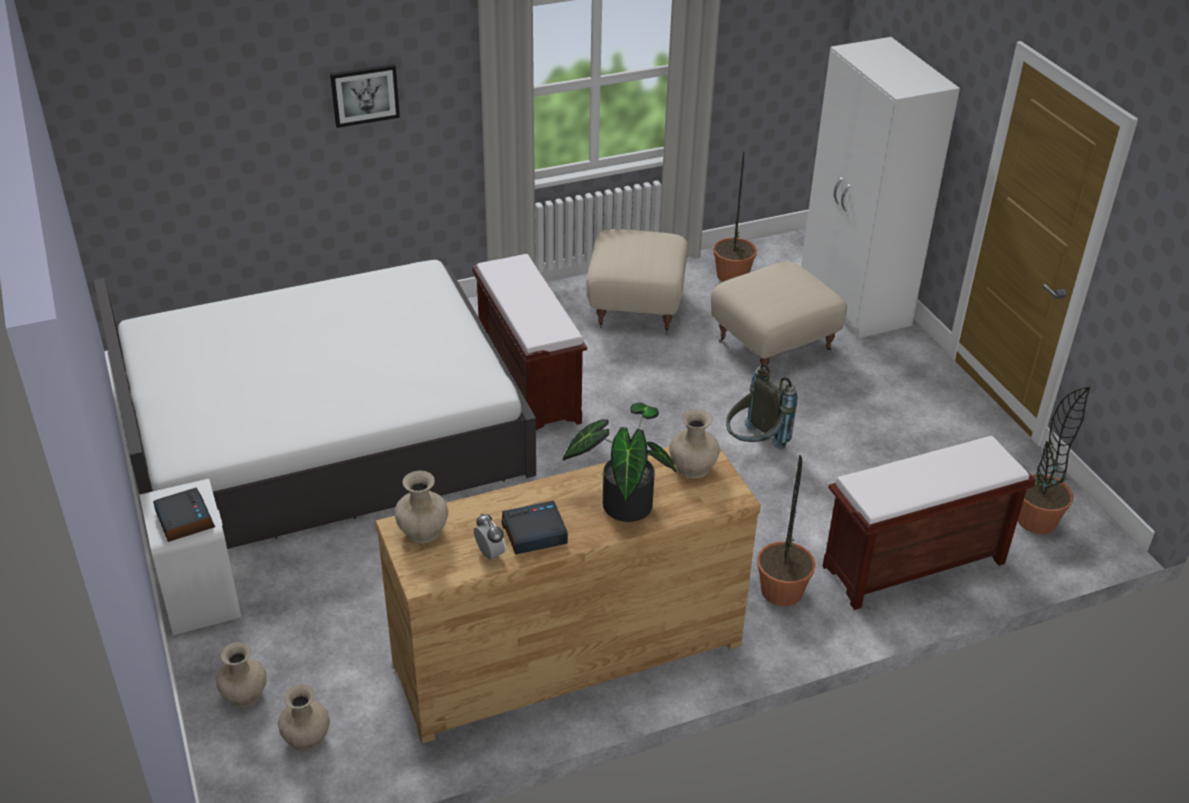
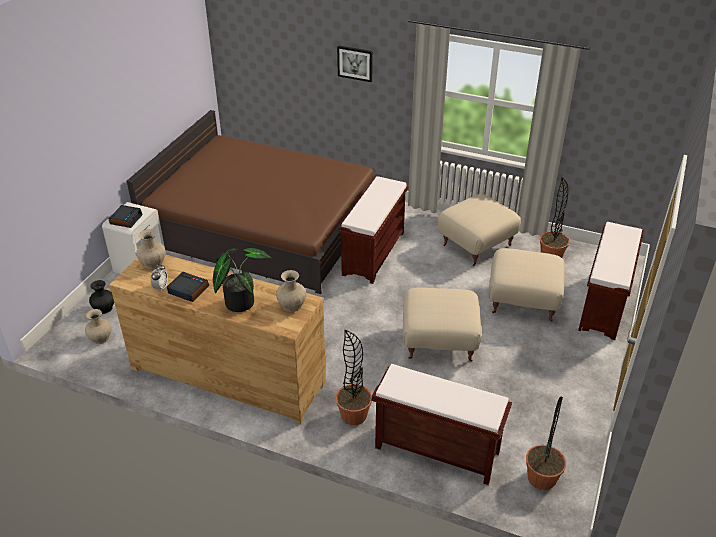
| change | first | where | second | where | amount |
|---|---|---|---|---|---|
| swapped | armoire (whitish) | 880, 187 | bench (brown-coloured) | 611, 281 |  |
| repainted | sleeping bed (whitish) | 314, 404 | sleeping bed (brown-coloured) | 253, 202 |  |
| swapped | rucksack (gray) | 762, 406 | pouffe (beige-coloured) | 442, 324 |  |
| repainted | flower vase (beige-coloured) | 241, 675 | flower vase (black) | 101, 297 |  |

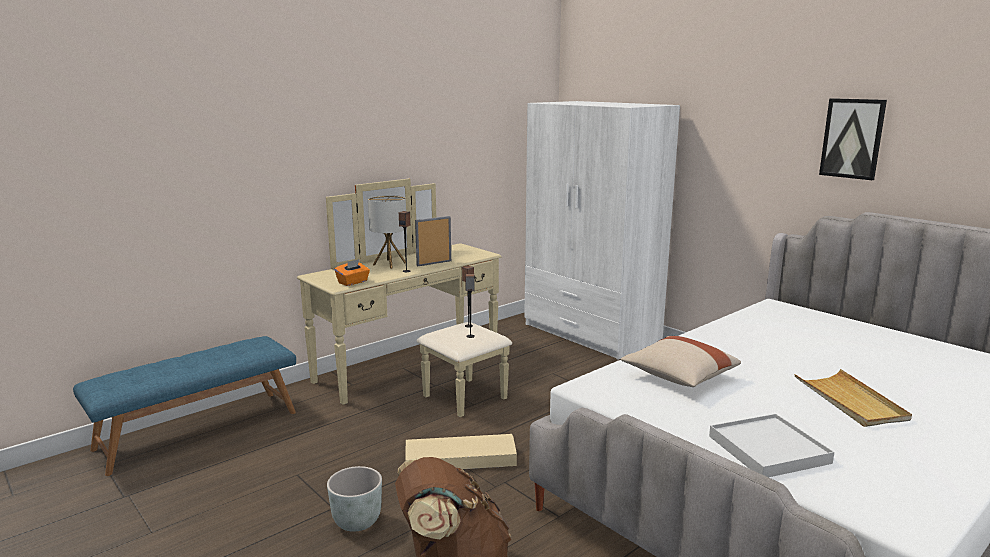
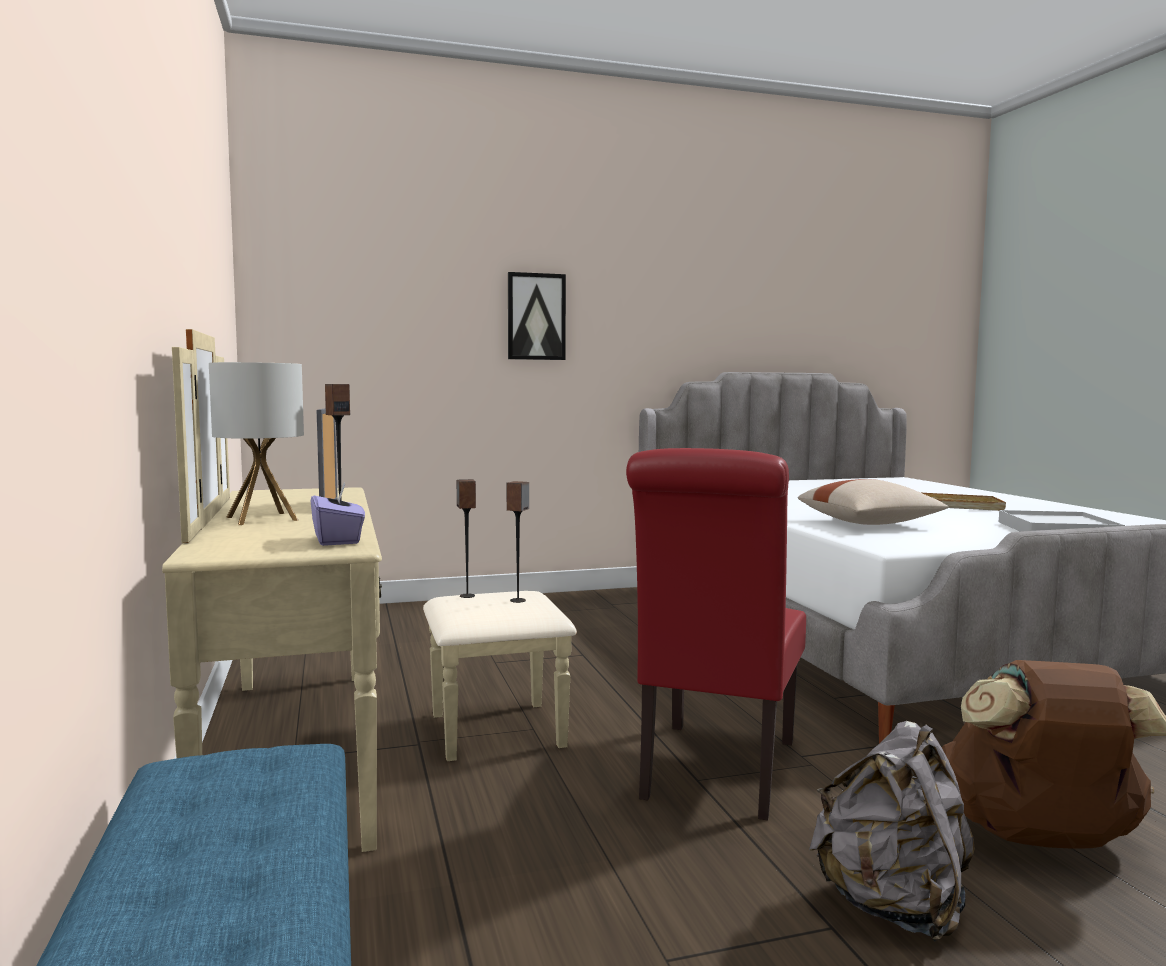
| change | first | where | second | where | amount |
|---|---|---|---|---|---|
| shifted | picture | 853, 139 |  | 537, 316 |  |
| gone | armoire (whitish) | 602, 230 |  |  |  |
| repainted | tissue box (orangey) | 352, 272 | tissue box (purplish) | 338, 513 |  |
| swapped | storage box (beige-coloured) | 461, 451 | upright chair (red) | 716, 634 |  |
| swapped | plant pot (gray) | 354, 499 | rucksack (gray) | 892, 831 |  |

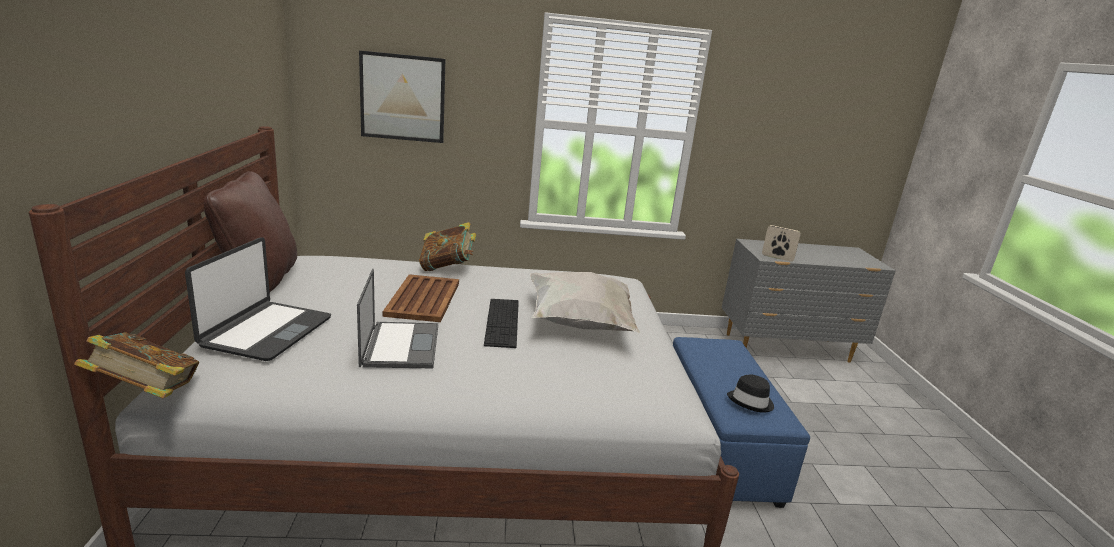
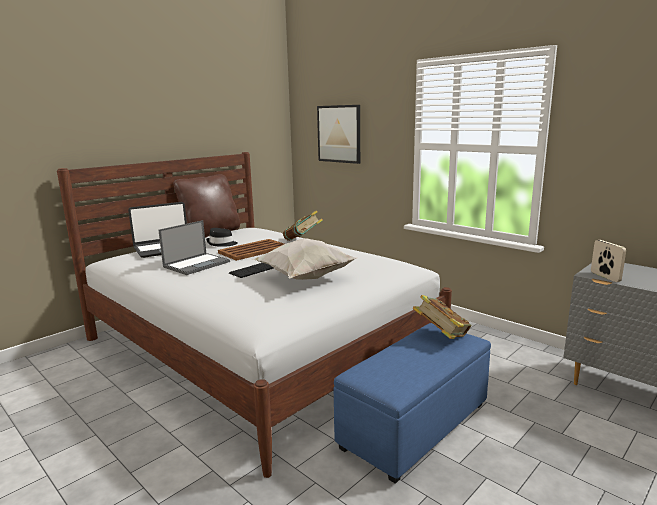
| change | first | where | second | where | amount |
|---|---|---|---|---|---|
| shifted | book | 136, 365 |  | 442, 317 |  |
| shifted | wearable hat (black) | 750, 394 |  | 222, 237 |  |

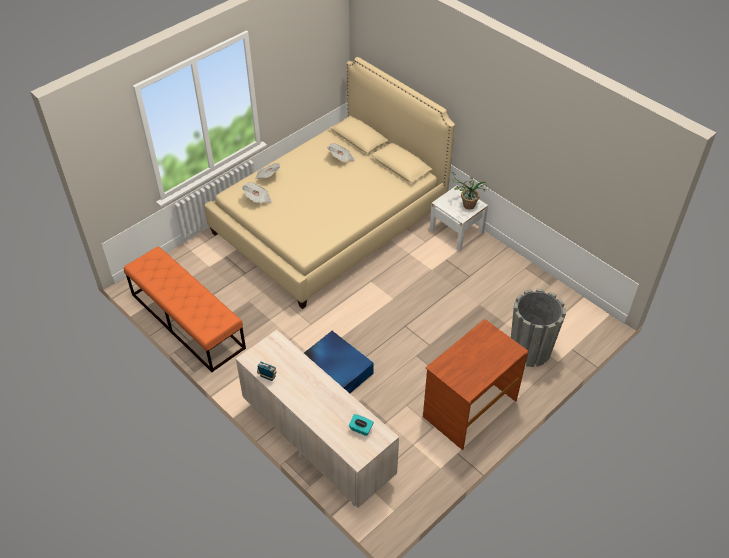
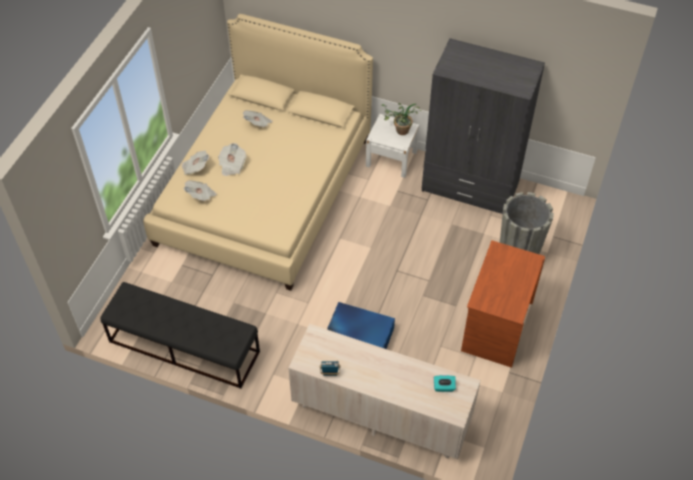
| change | first | where | second | where | amount |
|---|---|---|---|---|---|
| repainted | bench (orangey) | 185, 309 | bench (black) | 180, 335 |  |
| new |  |  | armoire (gray) | 483, 126 |  |
| new |  |  | printed paper | 232, 159 |  |

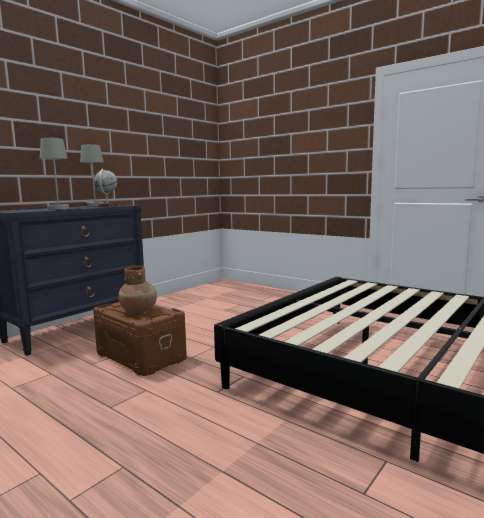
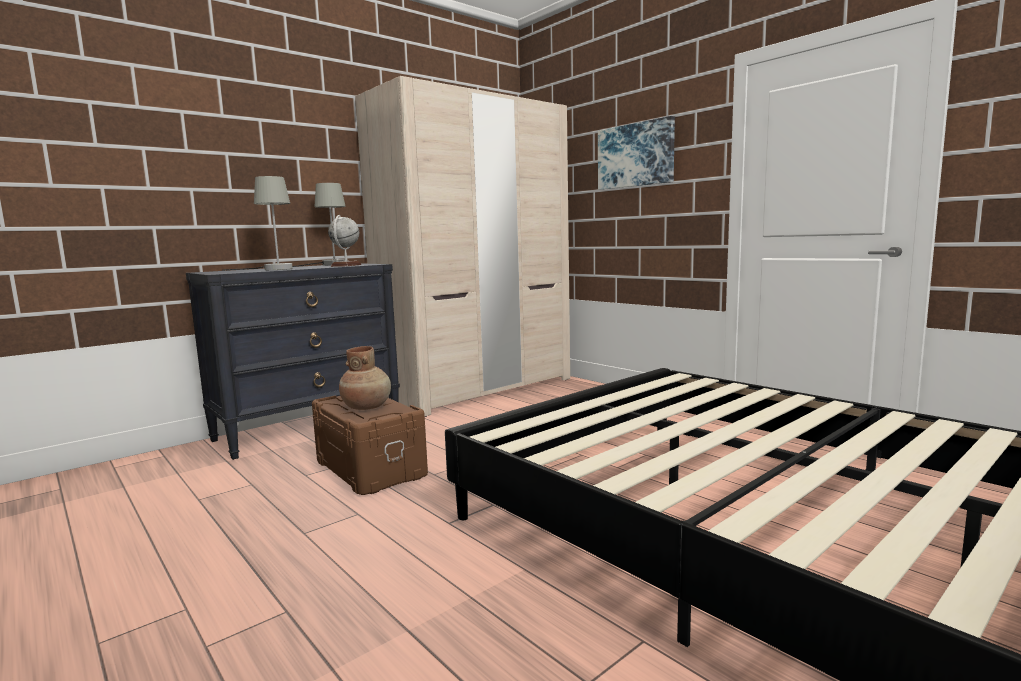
| change | first | where | second | where | amount |
|---|---|---|---|---|---|
| new |  |  | armoire (beige-coloured) | 462, 246 |  |
| new |  |  | picture | 636, 153 |  |

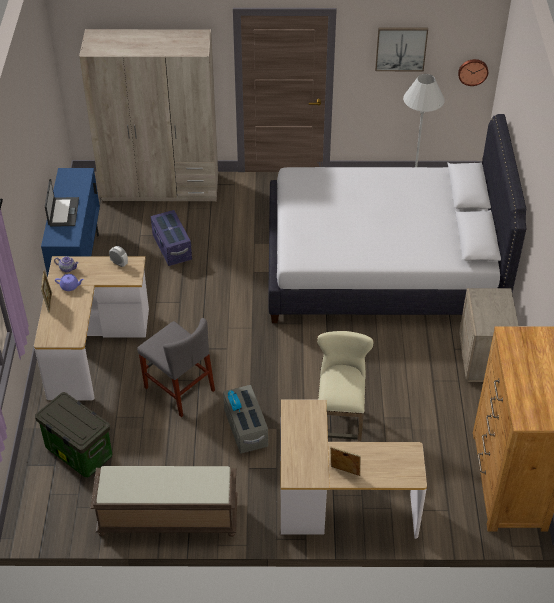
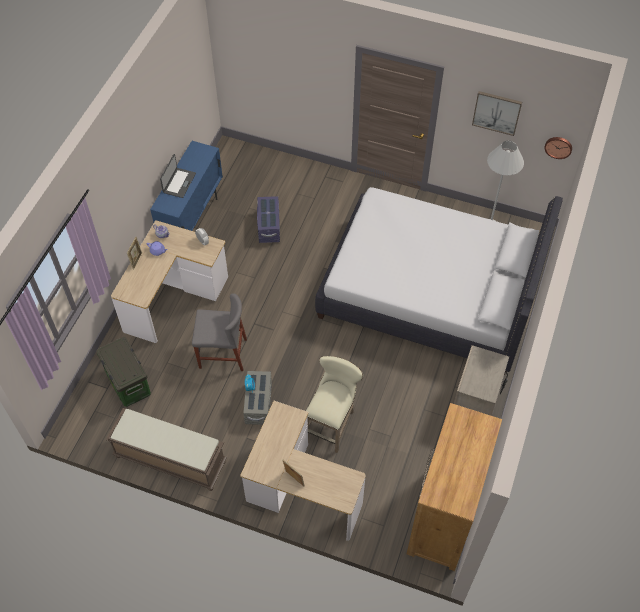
| change | first | where | second | where | amount |
|---|---|---|---|---|---|
| gone | armoire (beige-coloured) | 148, 115 |  |  |  |
| rotated | upright chair (gray) | 176, 367 |  | 219, 332 | 60 degrees counterclockwise |

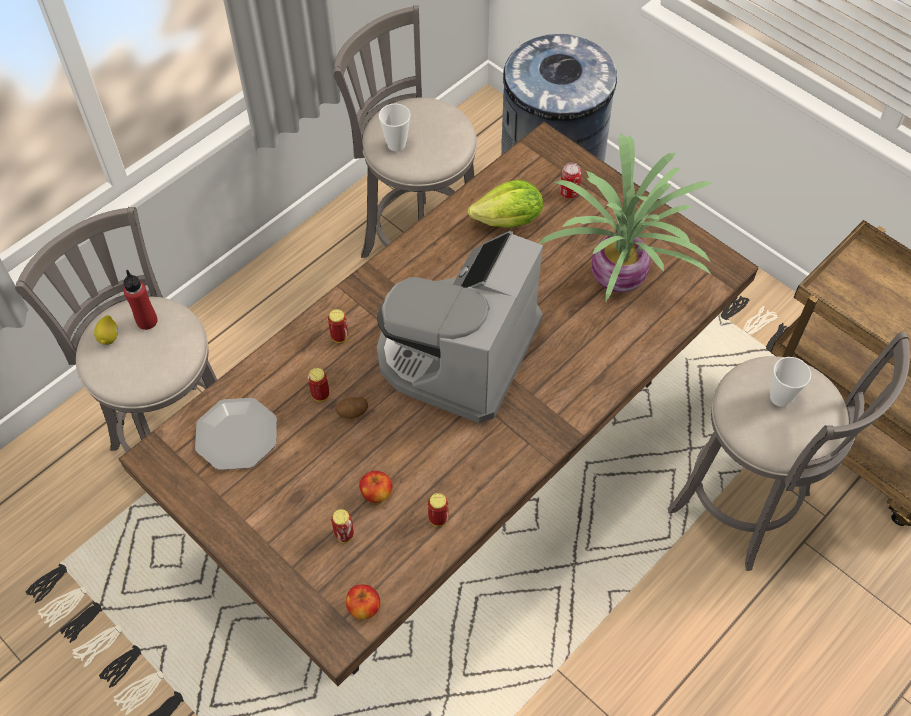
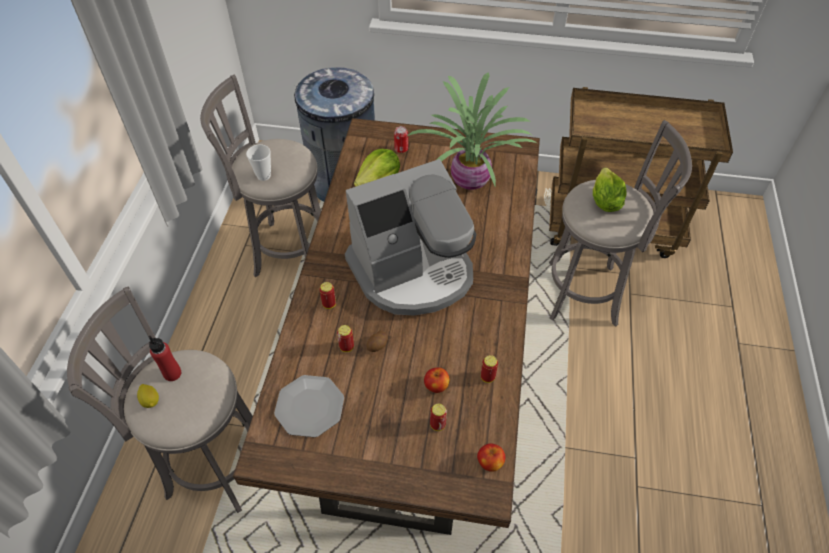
| change | first | where | second | where | amount |
|---|---|---|---|---|---|
| rotated | coffee maker | 460, 327 |  | 410, 237 | 105 degrees counterclockwise |
| swapped | small cup | 790, 382 | head of lettuce | 610, 189 |  |

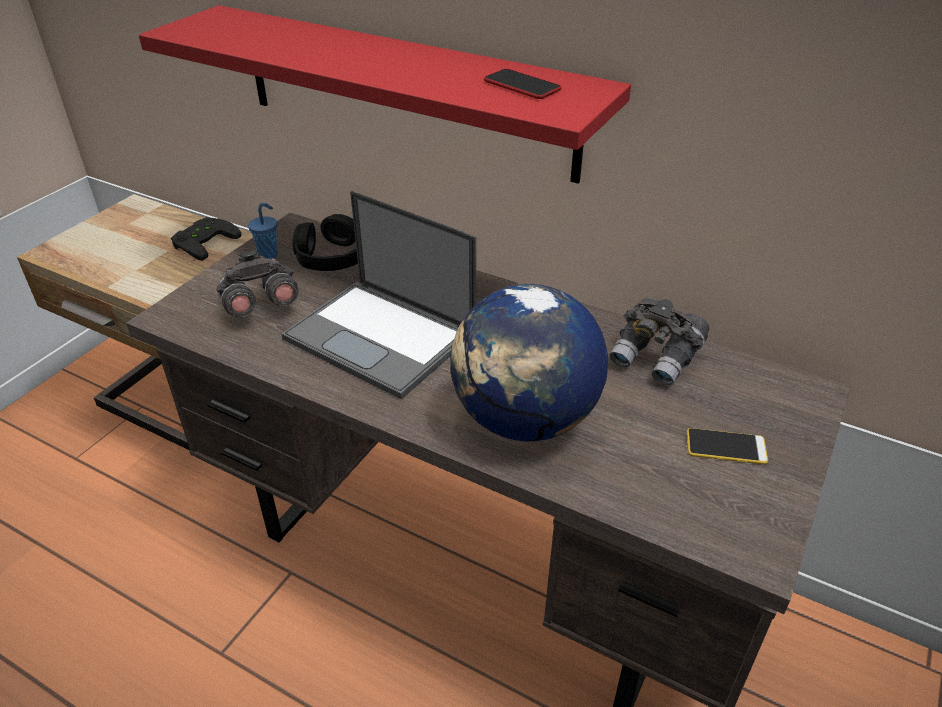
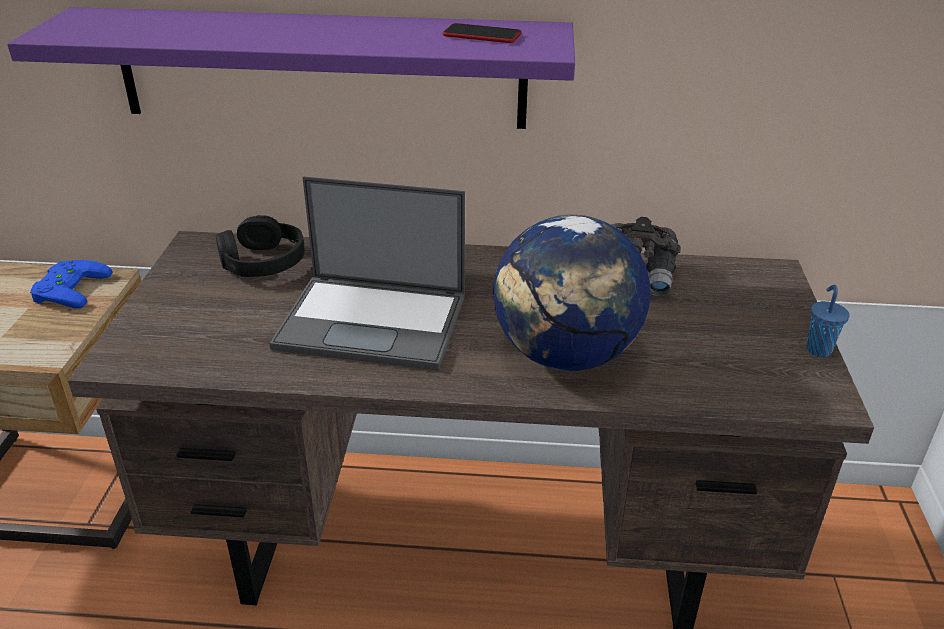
| change | first | where | second | where | amount |
|---|---|---|---|---|---|
| repainted | wall shelf (red) | 385, 94 | wall shelf (purplish) | 291, 68 |  |
| shifted | small cup (blue-coloured) | 263, 231 |  | 828, 321 |  |
| repainted | gamepad (black) | 206, 239 | gamepad (blue-coloured) | 71, 284 |  |
| gone | field glasses (gray) | 257, 283 |  |  |  |
| gone | handset | 727, 446 |  |  |  |

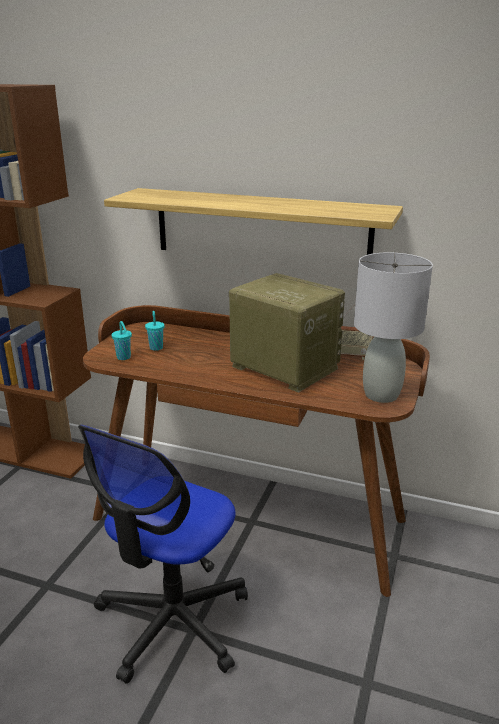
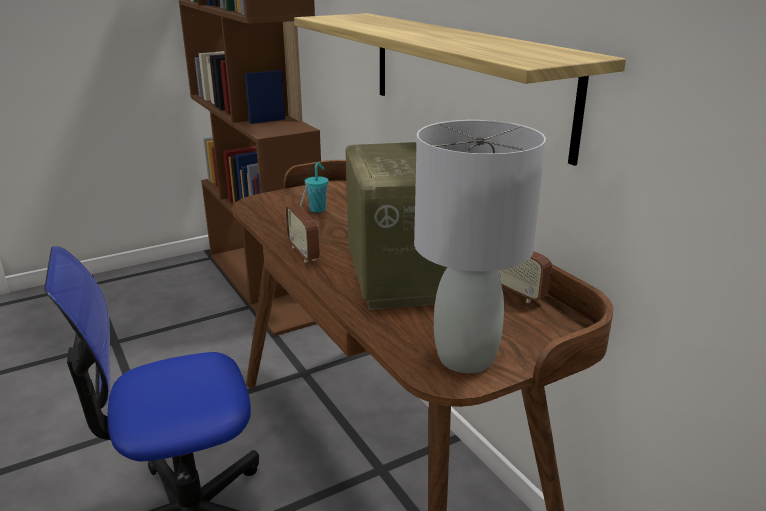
| change | first | where | second | where | amount |
|---|---|---|---|---|---|
| gone | small cup (turquoise) | 122, 340 |  |  |  |
| new |  |  | radio set | 303, 222 |  |

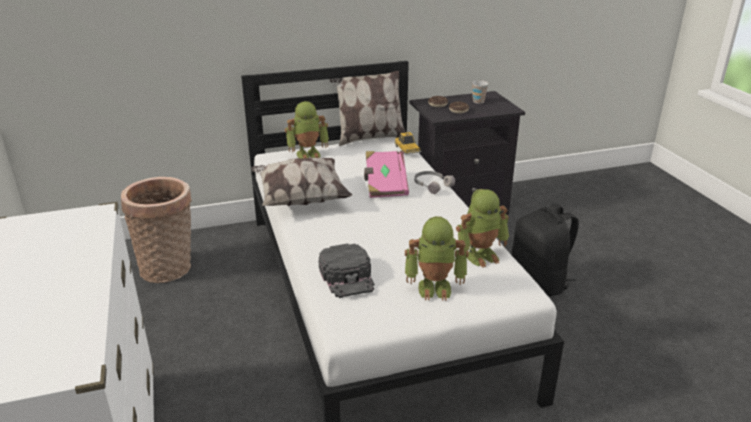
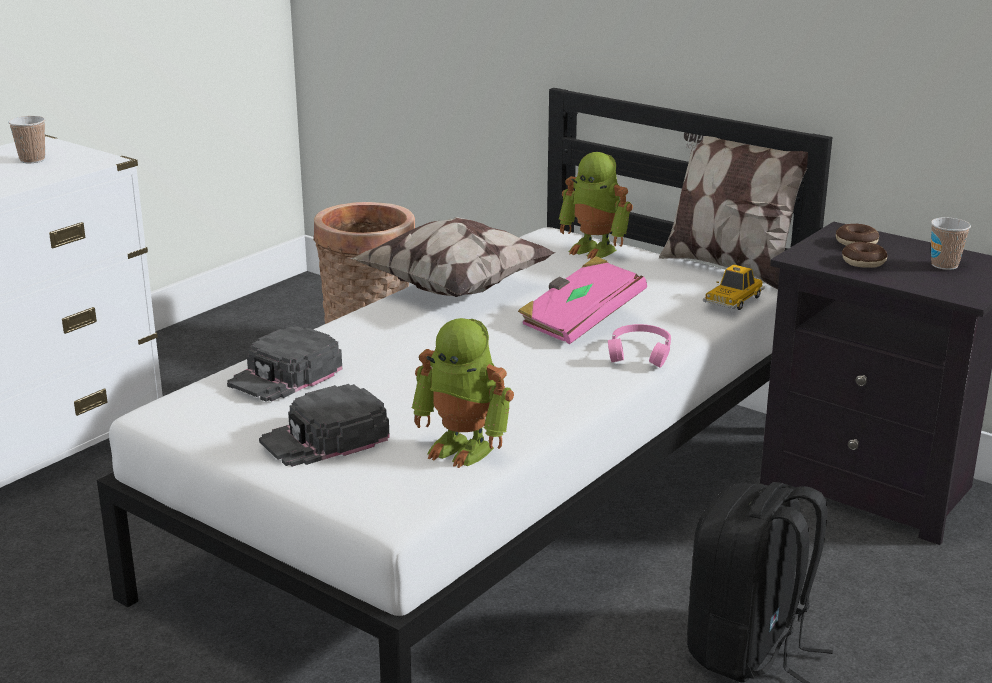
| change | first | where | second | where | amount |
|---|---|---|---|---|---|
| repainted | headphones (gray) | 434, 182 | headphones (pink) | 639, 346 |  |
| swapped | toy robot | 437, 258 | peaked cap (black) | 324, 425 |  |
| new |  |  | small cup | 26, 139 |  |

